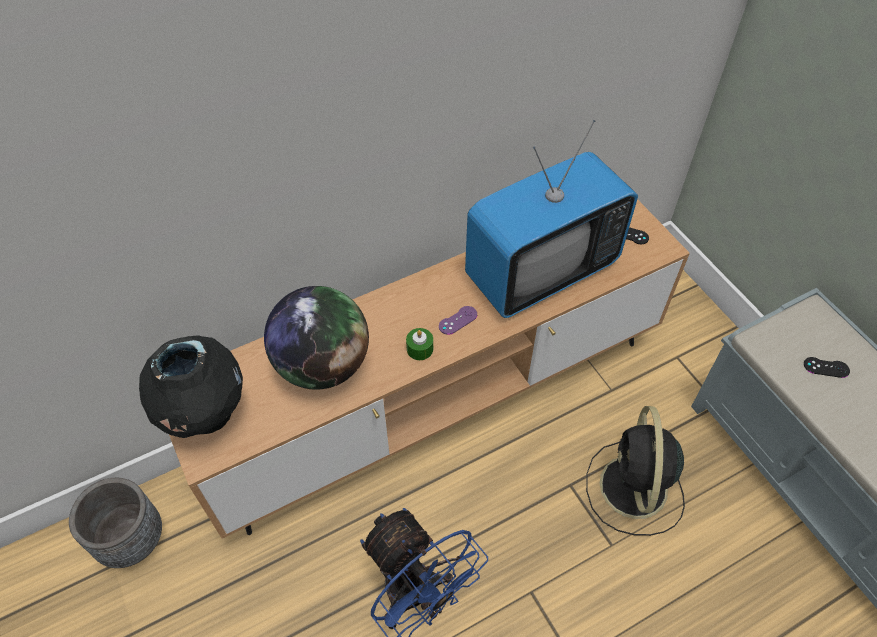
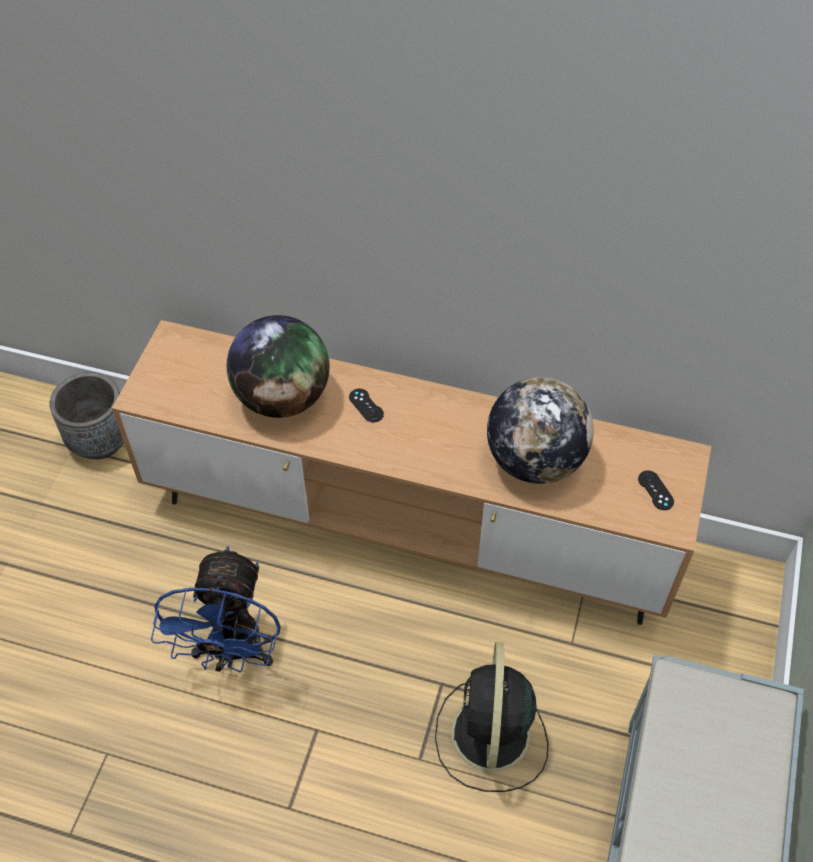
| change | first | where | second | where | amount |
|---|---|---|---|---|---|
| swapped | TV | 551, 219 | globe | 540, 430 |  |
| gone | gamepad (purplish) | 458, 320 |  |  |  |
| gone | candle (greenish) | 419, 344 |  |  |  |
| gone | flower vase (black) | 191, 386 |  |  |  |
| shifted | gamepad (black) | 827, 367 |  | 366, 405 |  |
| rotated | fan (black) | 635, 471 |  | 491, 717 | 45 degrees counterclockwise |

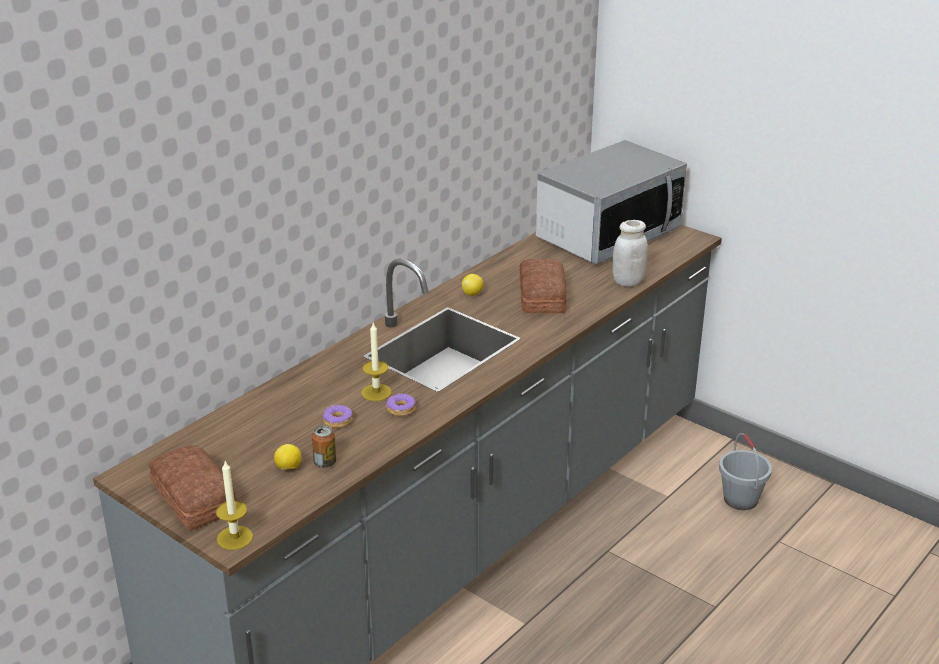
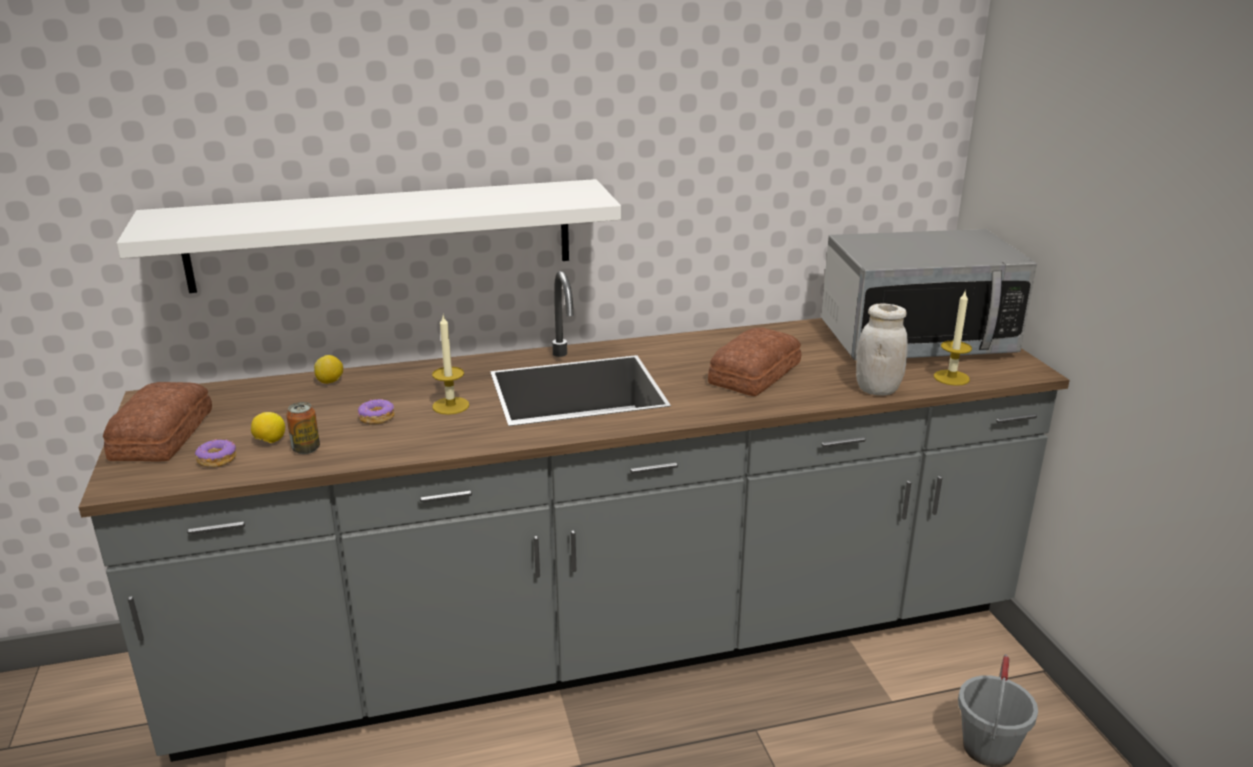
| change | first | where | second | where | amount |
|---|---|---|---|---|---|
| shifted | lemon | 473, 285 |  | 328, 369 |  |
| shifted | ring doughnut | 401, 405 |  | 215, 453 |  |
| shifted | candle | 234, 505 |  | 953, 338 |  |
| new |  |  | wall shelf (whitish) | 369, 236 |  |

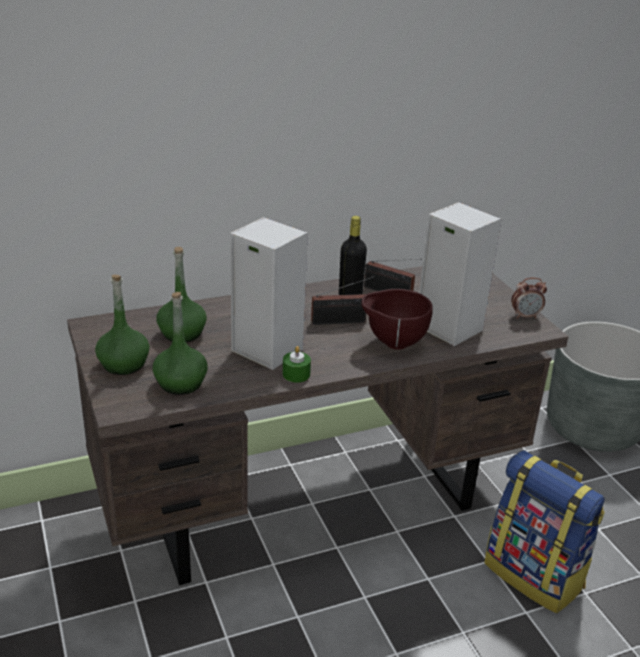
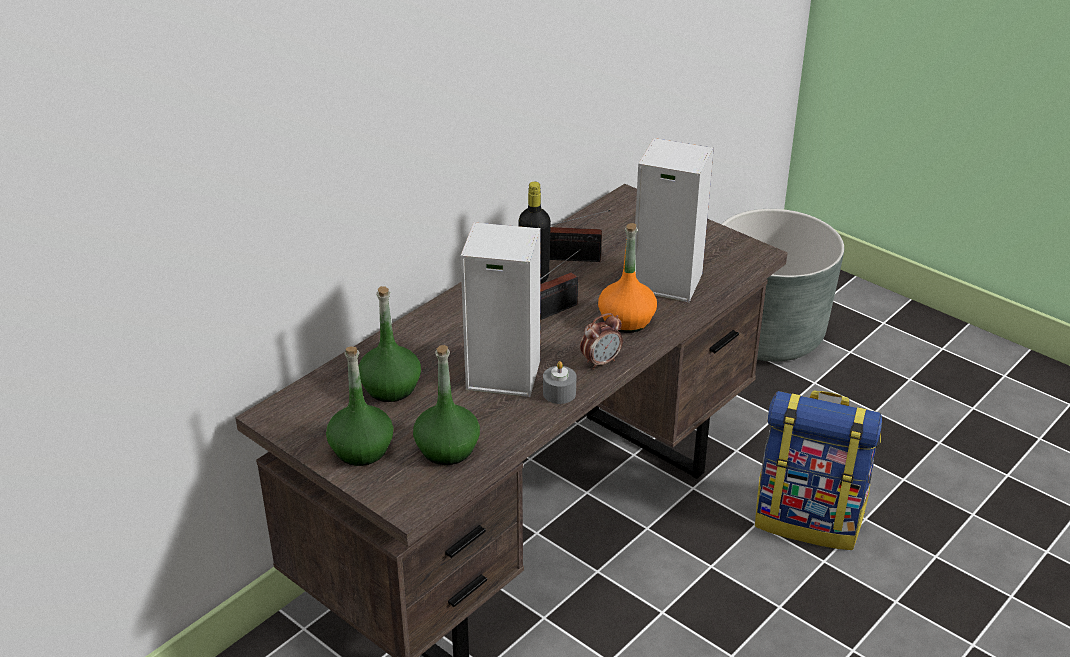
| change | first | where | second | where | amount |
|---|---|---|---|---|---|
| shifted | table clock | 529, 298 |  | 601, 341 |  |
| swapped | bowl (brown-coloured) | 397, 319 | drink bottle (orangey) | 627, 278 |  |
| repainted | candle (greenish) | 297, 364 | candle (gray) | 559, 382 |  |

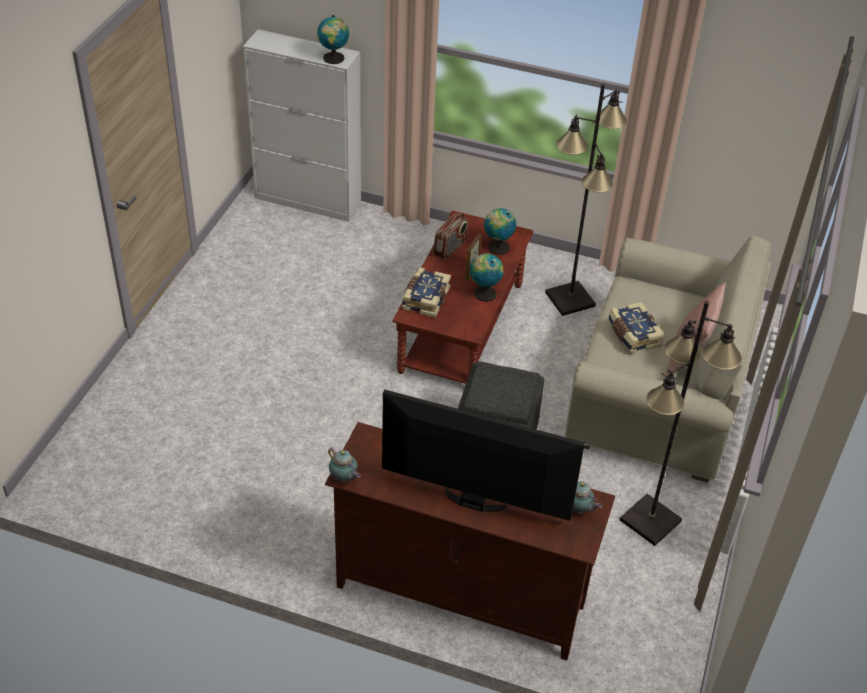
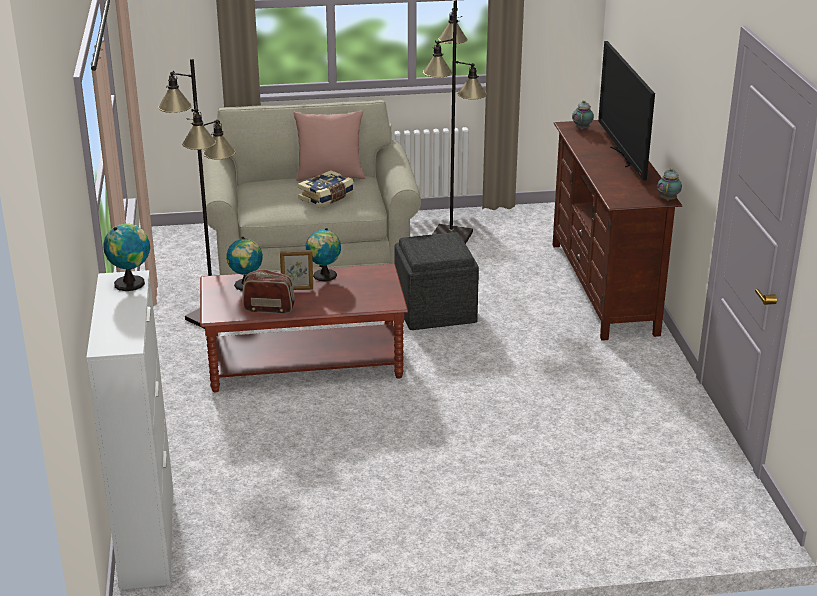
| change | first | where | second | where | amount |
|---|---|---|---|---|---|
| gone | book | 426, 292 |  |  |  |

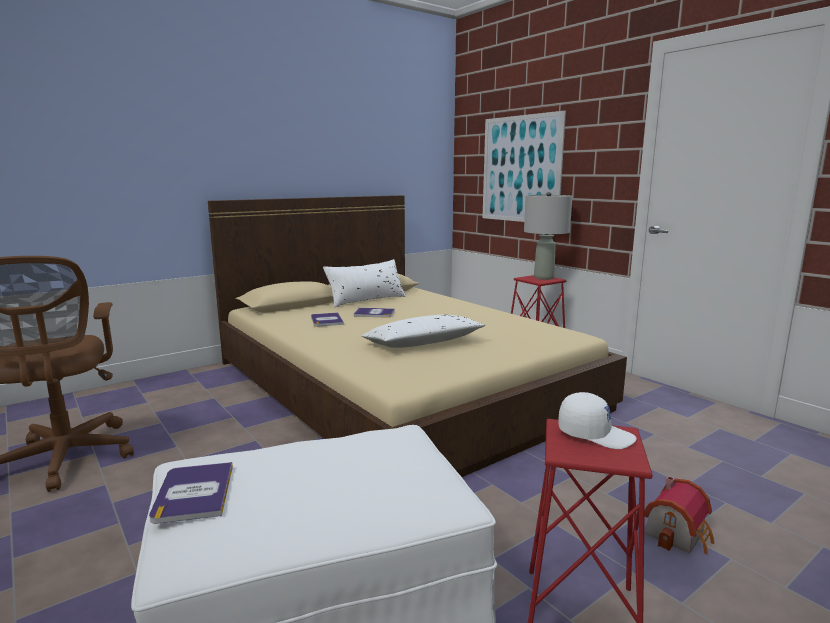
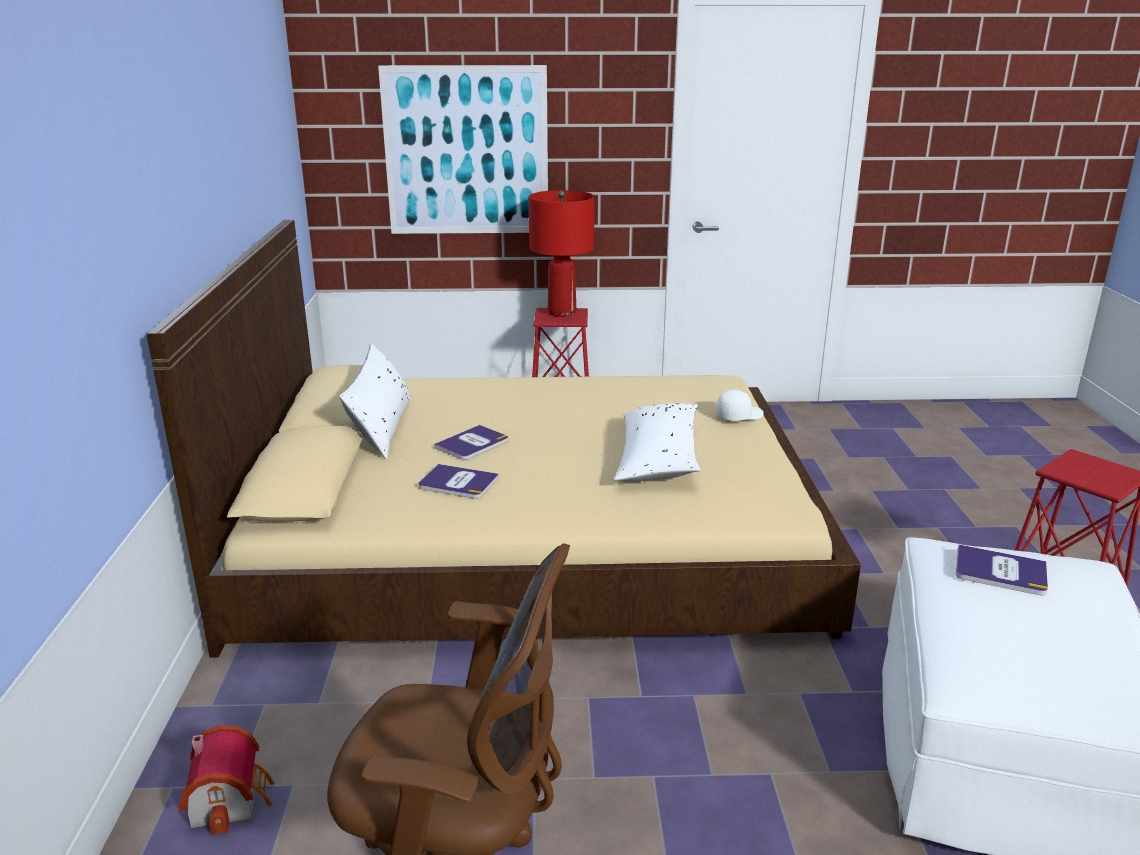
| change | first | where | second | where | amount |
|---|---|---|---|---|---|
| repainted | table lamp (gray) | 548, 236 | table lamp (red) | 562, 253 |  |
| shifted | peaked cap (whitish) | 597, 420 |  | 740, 405 |  |
| shifted | book | 191, 493 |  | 1001, 570 |  |
| shifted | model house | 679, 515 |  | 226, 780 |  |

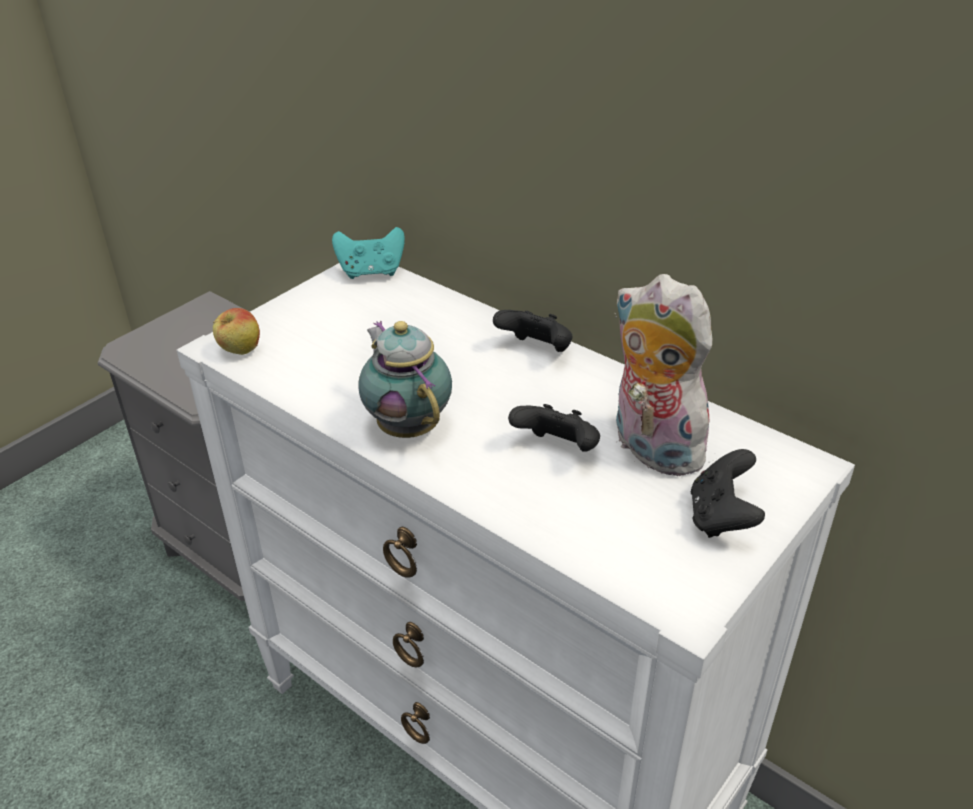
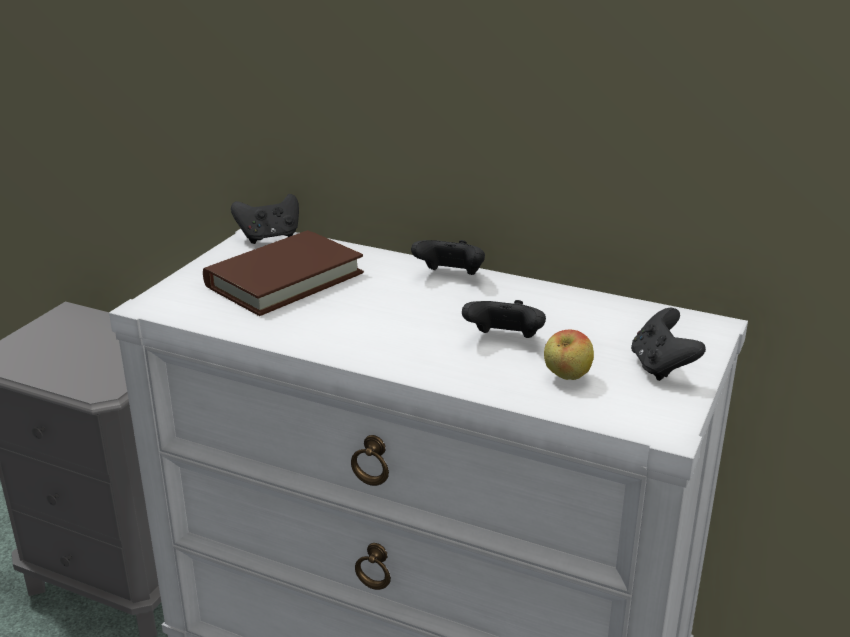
| change | first | where | second | where | amount |
|---|---|---|---|---|---|
| repainted | gamepad (turquoise) | 368, 253 | gamepad (black) | 265, 219 |  |
| gone | plush toy | 663, 375 |  |  |  |
| shifted | apple fruit | 236, 331 |  | 569, 355 |  |
| gone | tea pot | 405, 379 |  |  |  |
| new |  |  | book (brown-coloured) | 283, 273 |  |

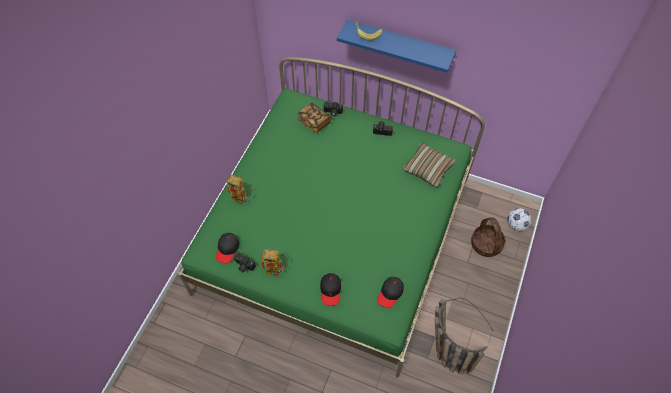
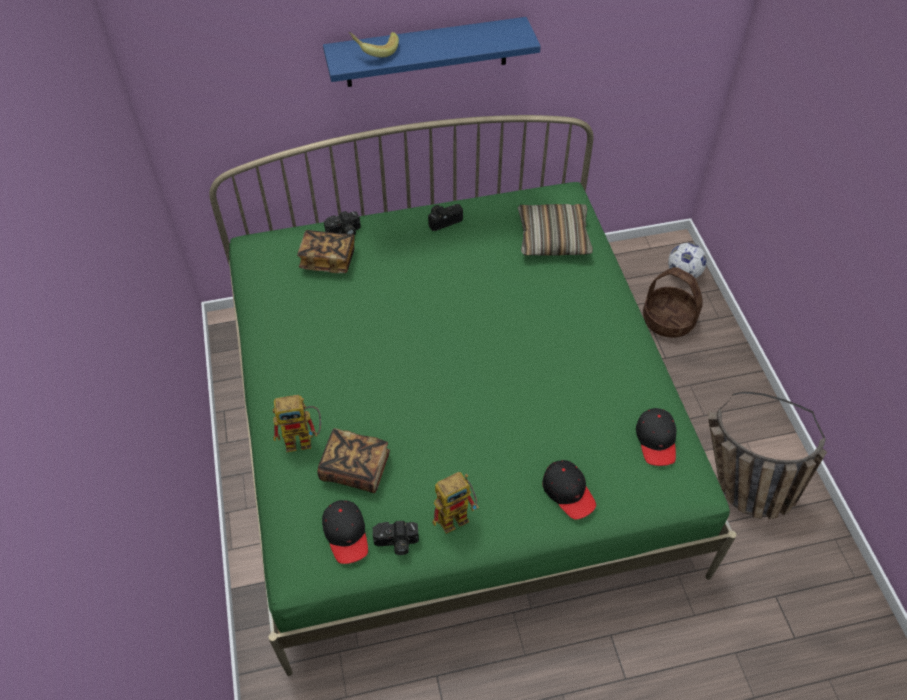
| change | first | where | second | where | amount |
|---|---|---|---|---|---|
| new |  |  | book | 354, 460 |  |

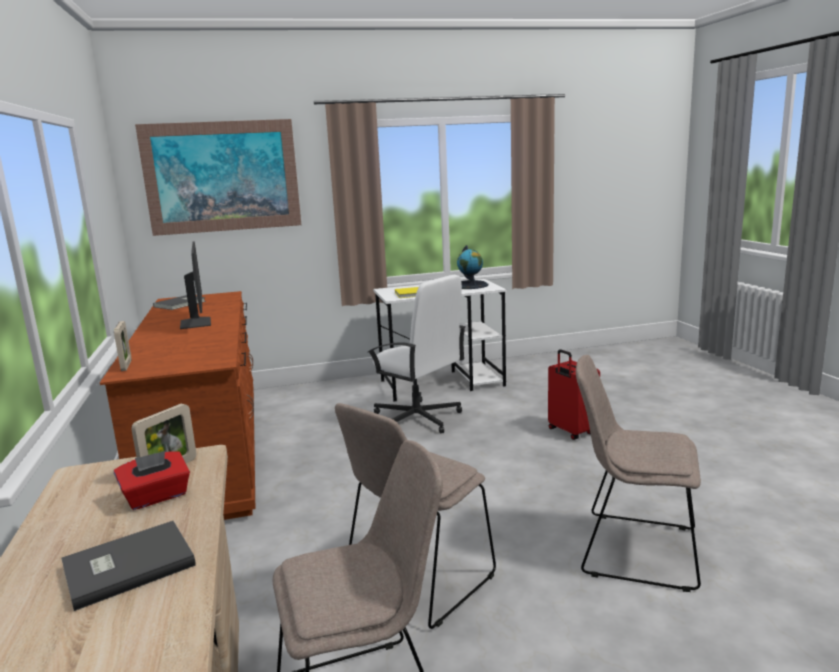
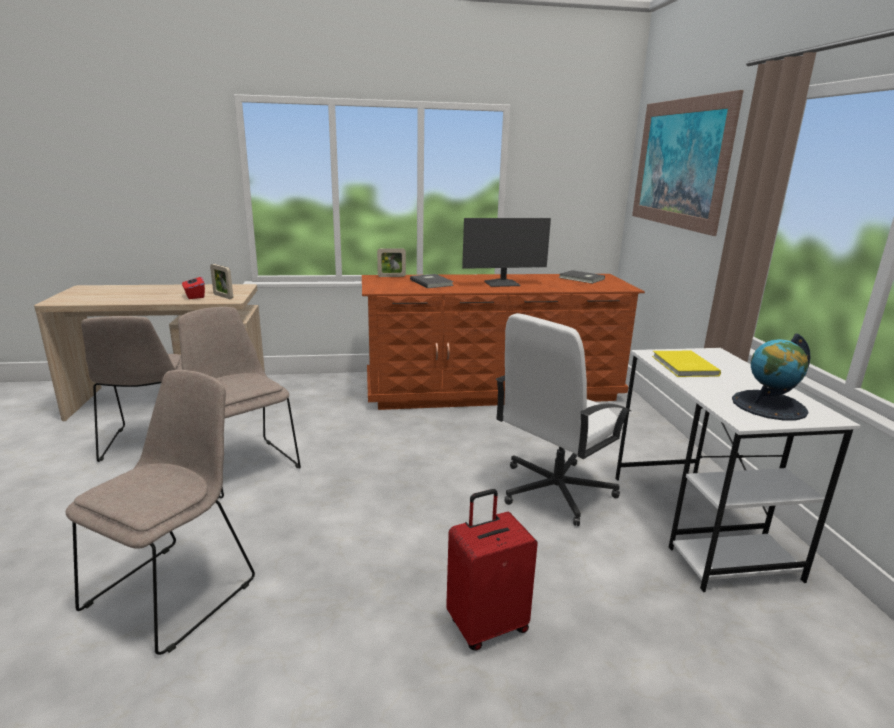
| change | first | where | second | where | amount |
|---|---|---|---|---|---|
| shifted | book (gray) | 128, 566 |  | 432, 281 |  |

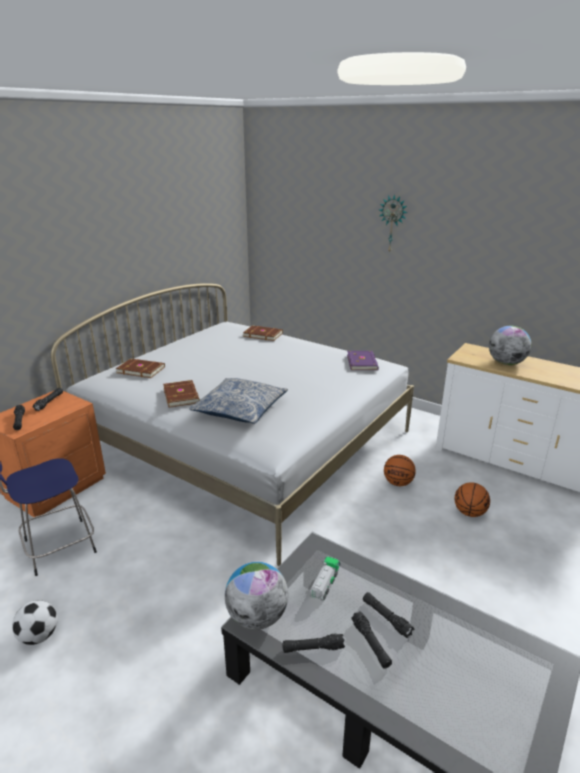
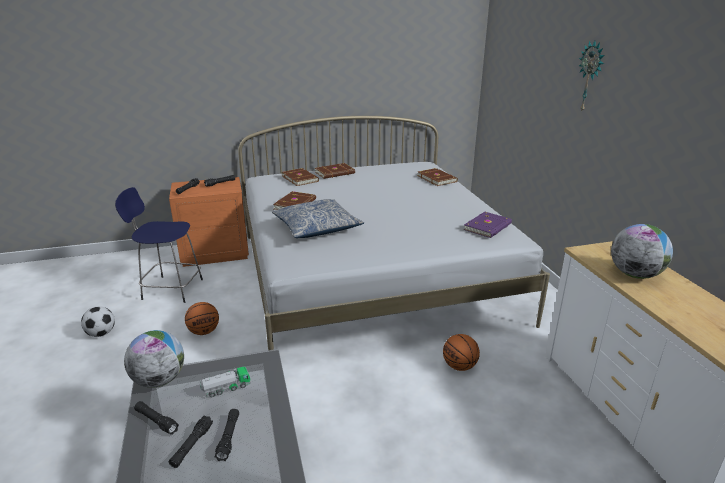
| change | first | where | second | where | amount |
|---|---|---|---|---|---|
| shifted | basketball ball | 472, 499 |  | 202, 318 |  |
| new |  |  | book (brown-coloured) | 335, 171 |  |

